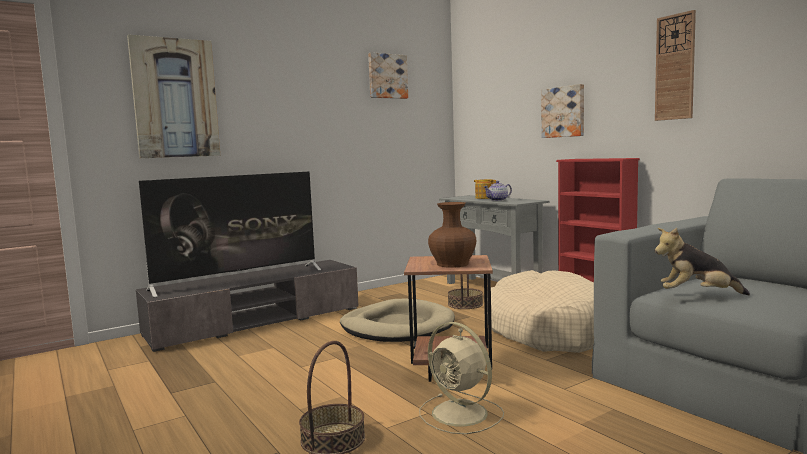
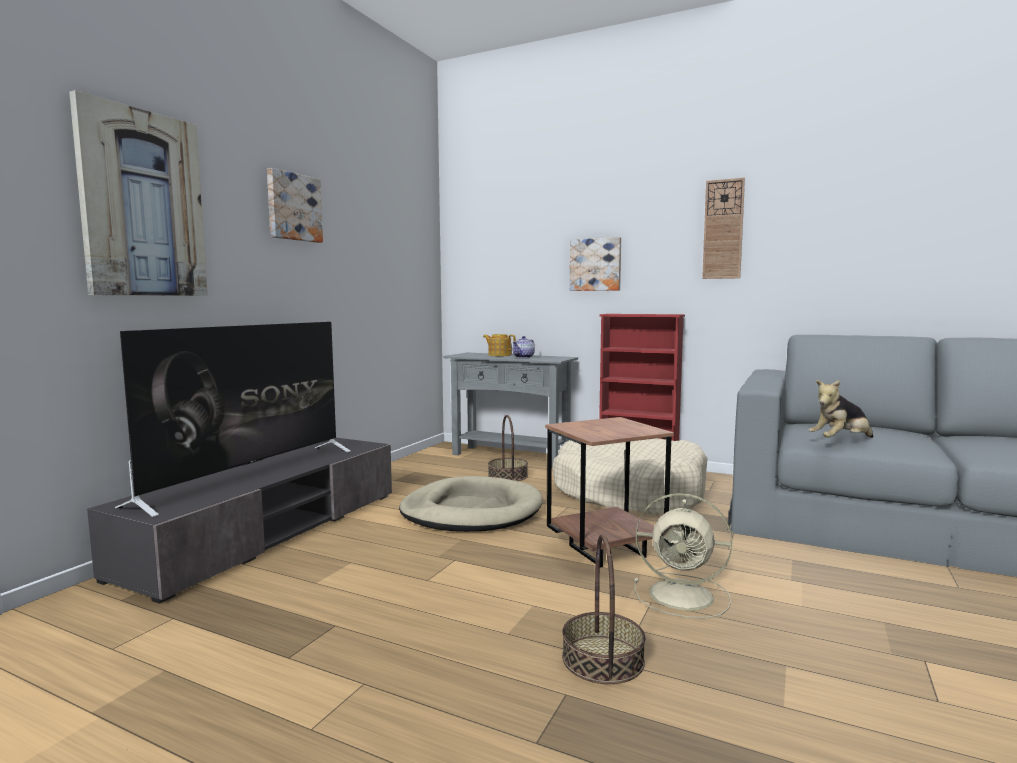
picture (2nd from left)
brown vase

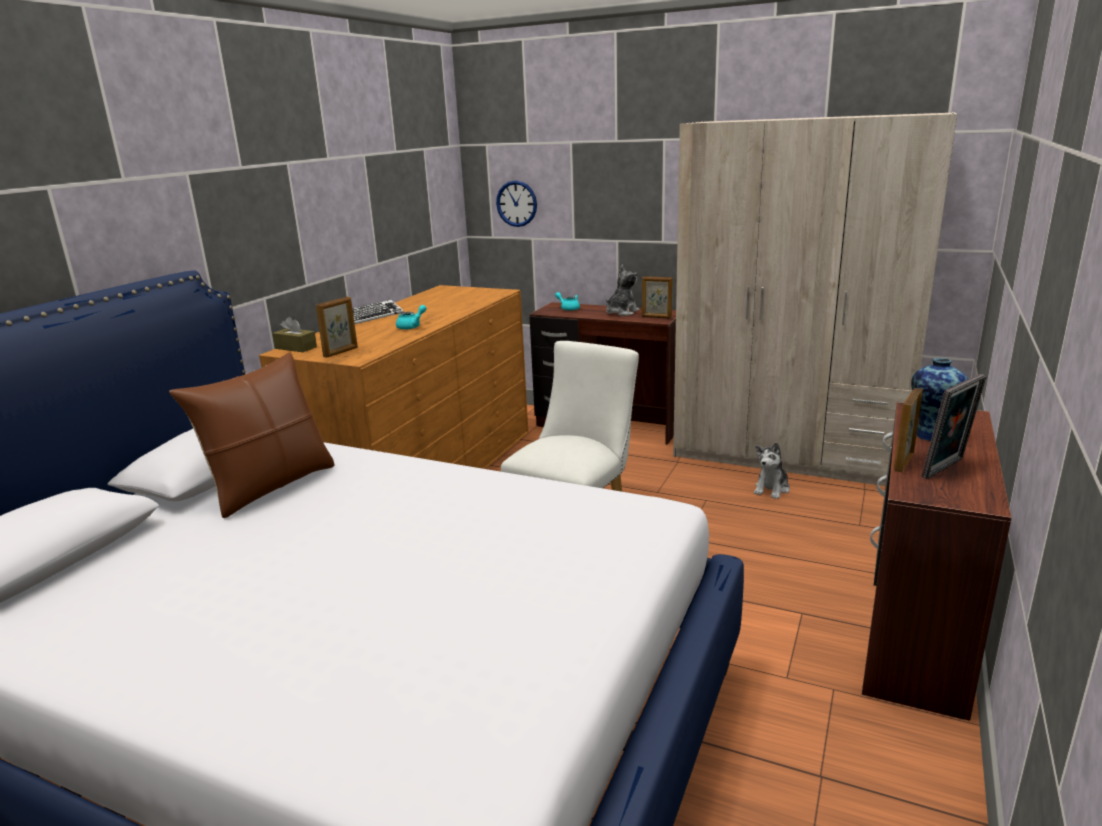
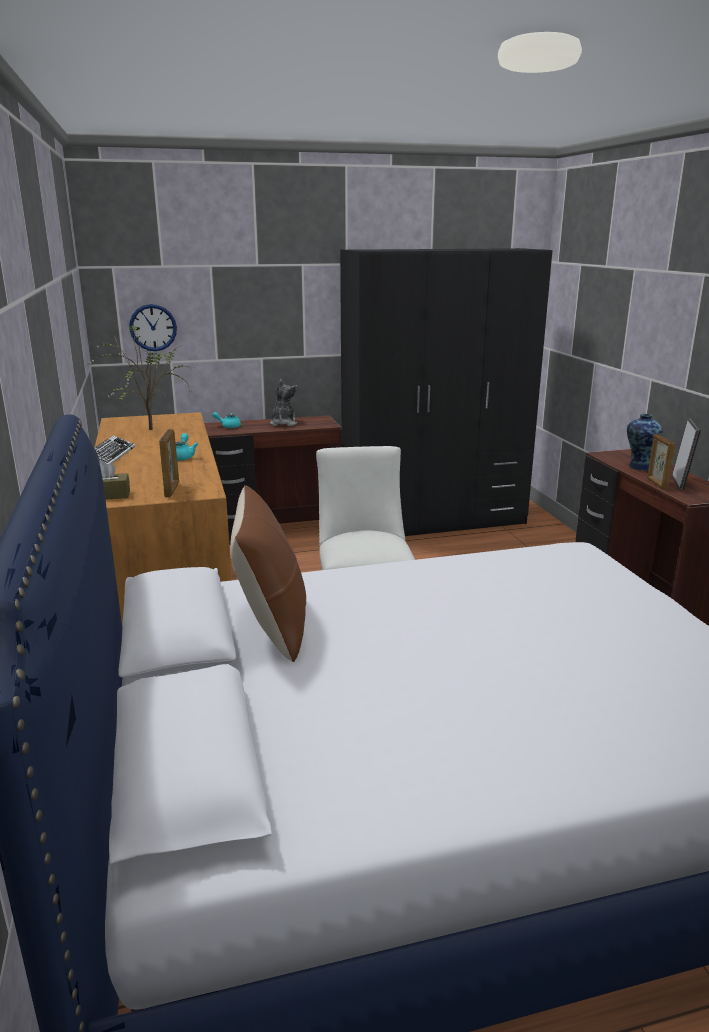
black wardrobe
picture frame (2nd from left in the first image)
plush toy (2nd from left in the first image)
potted plant

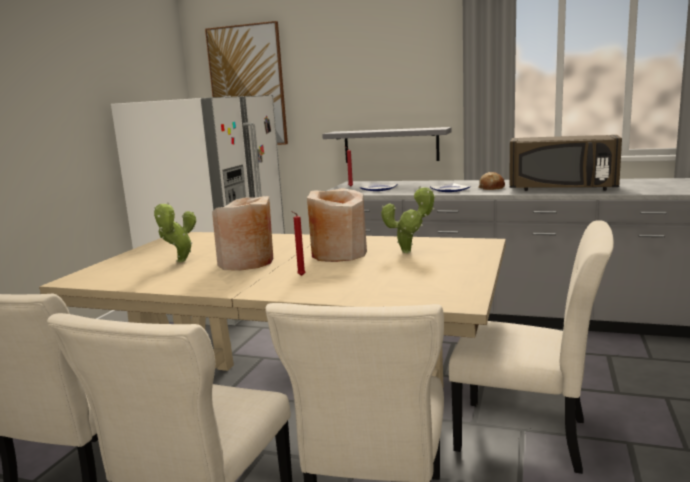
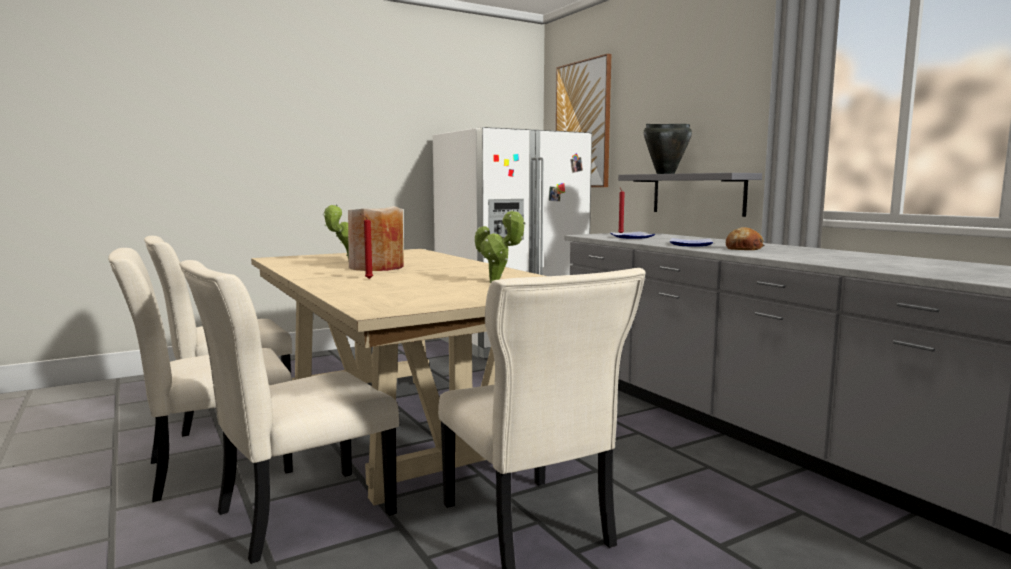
brown microwave
beige vase (2nd from left in the first image)
black cooking pot

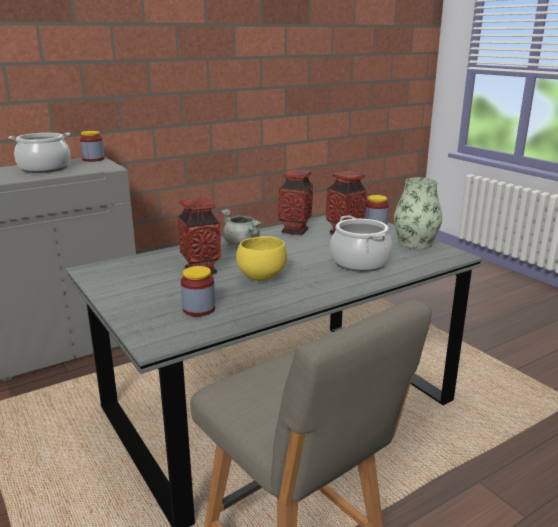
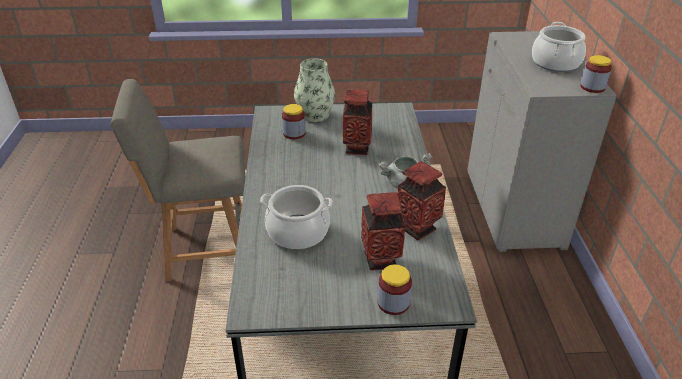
vase (1st from left)
yellow bowl

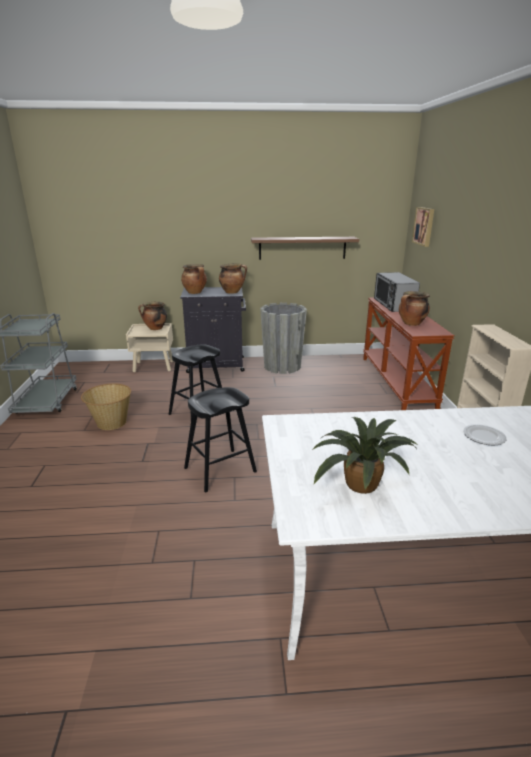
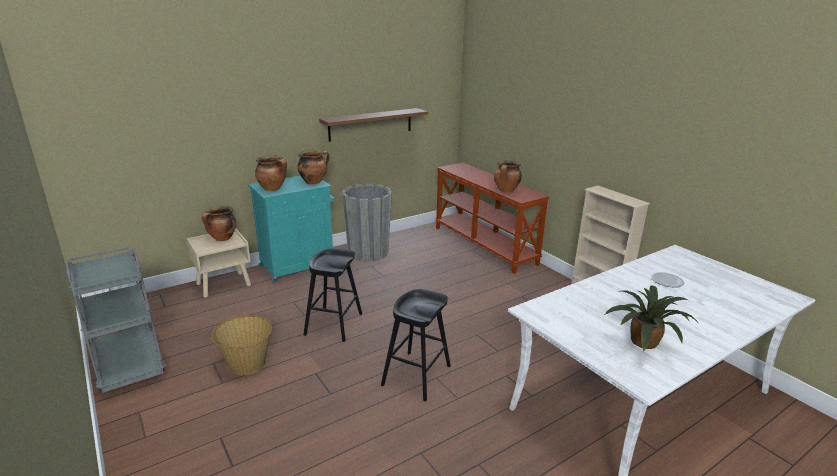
picture
microwave
turquoise cabinet

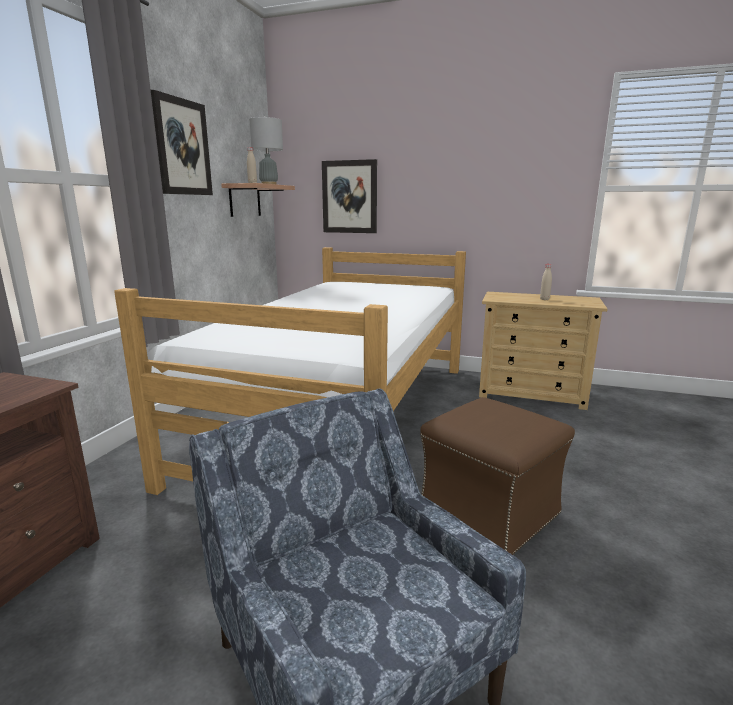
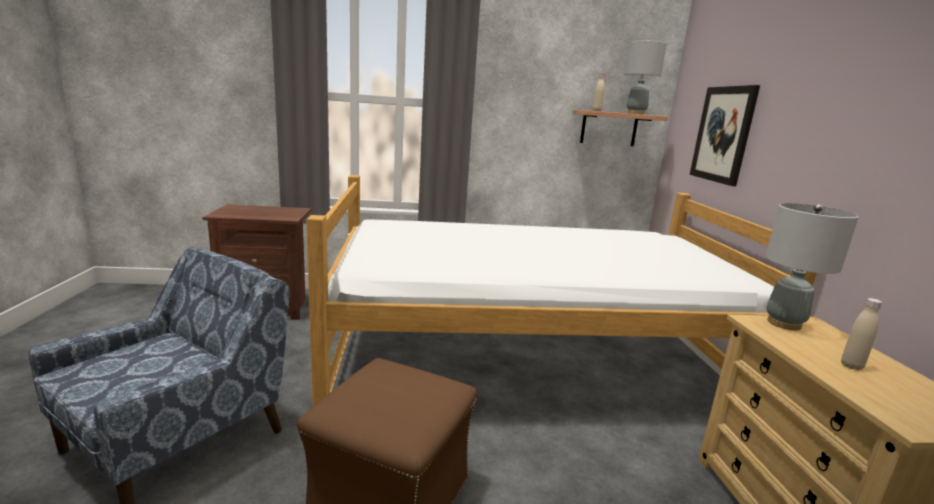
picture (1st from left in the first image)
grey table lamp (2nd from left)

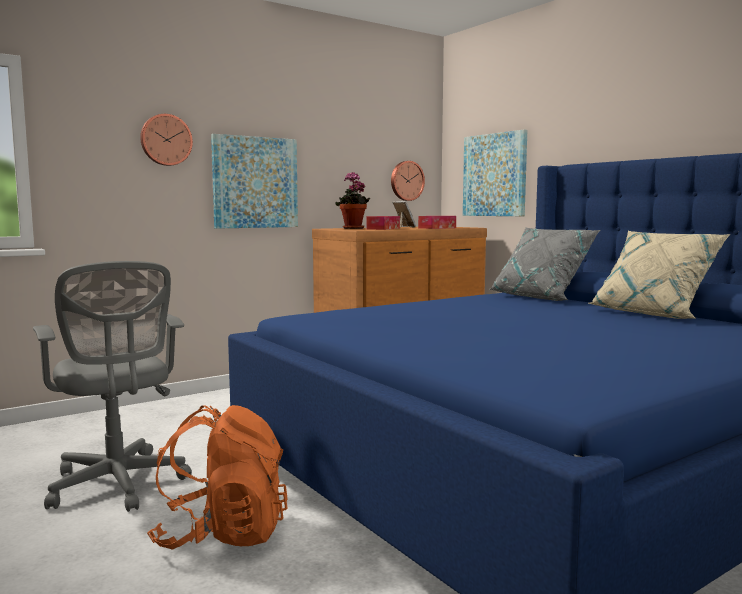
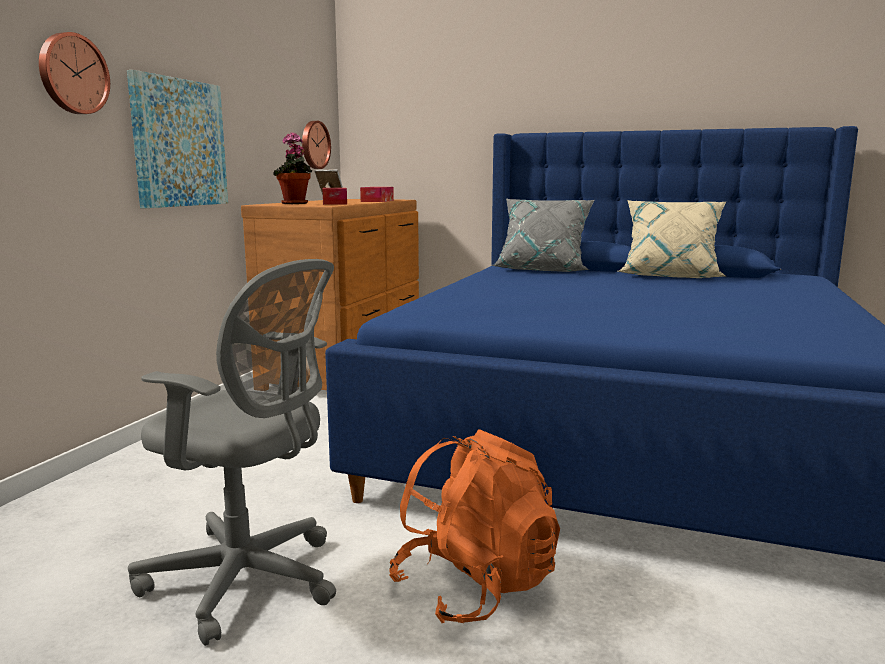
picture (2nd from left in the first image)

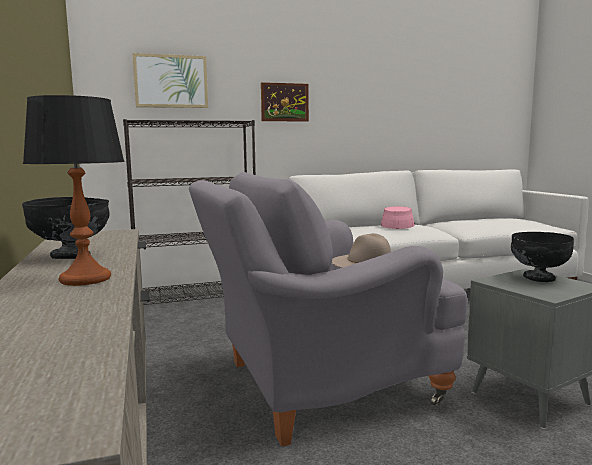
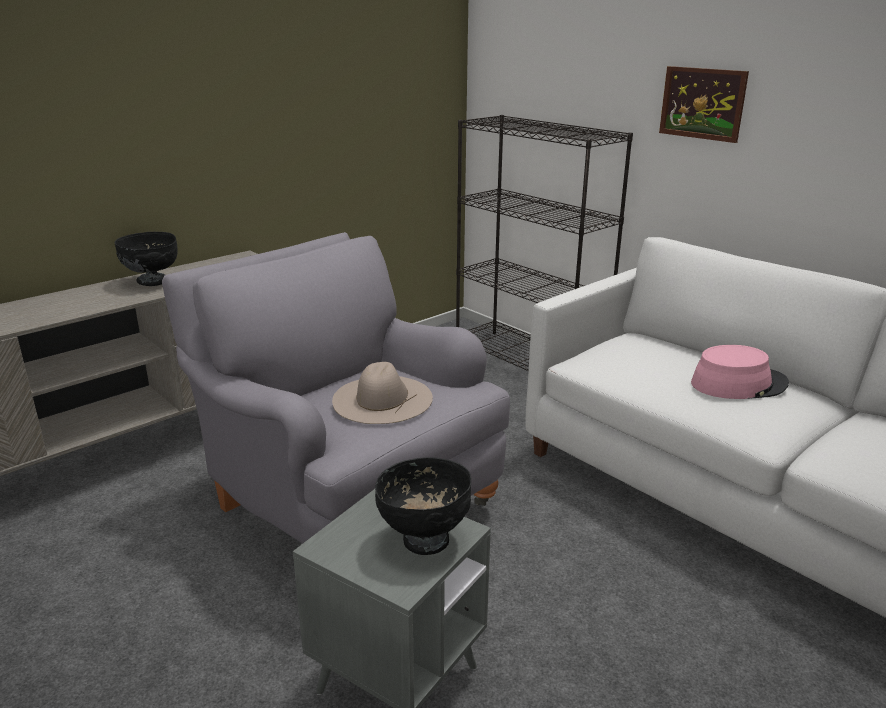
picture (1st from left in the first image)
table lamp

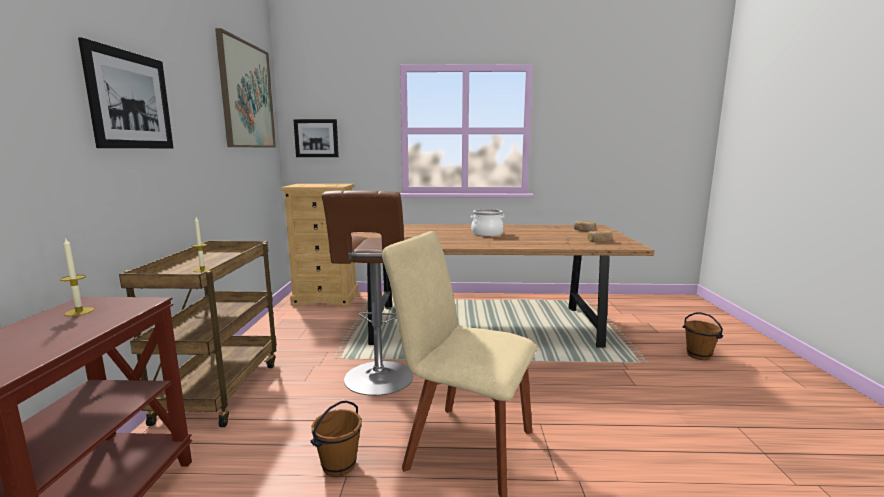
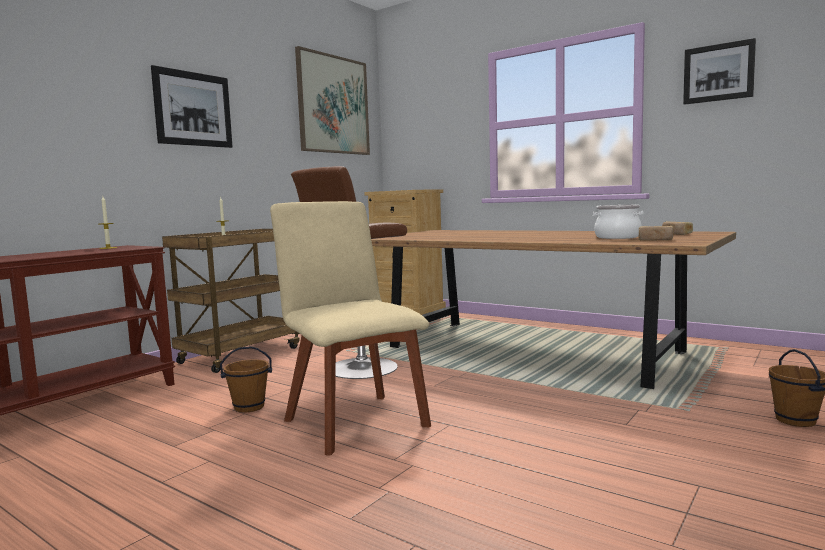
picture (3rd from left)
cooking pot

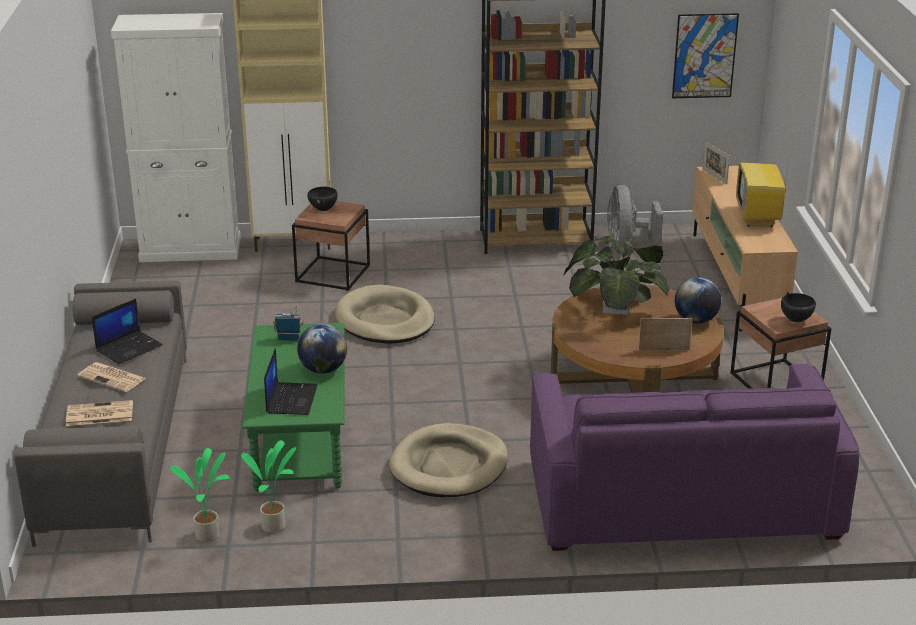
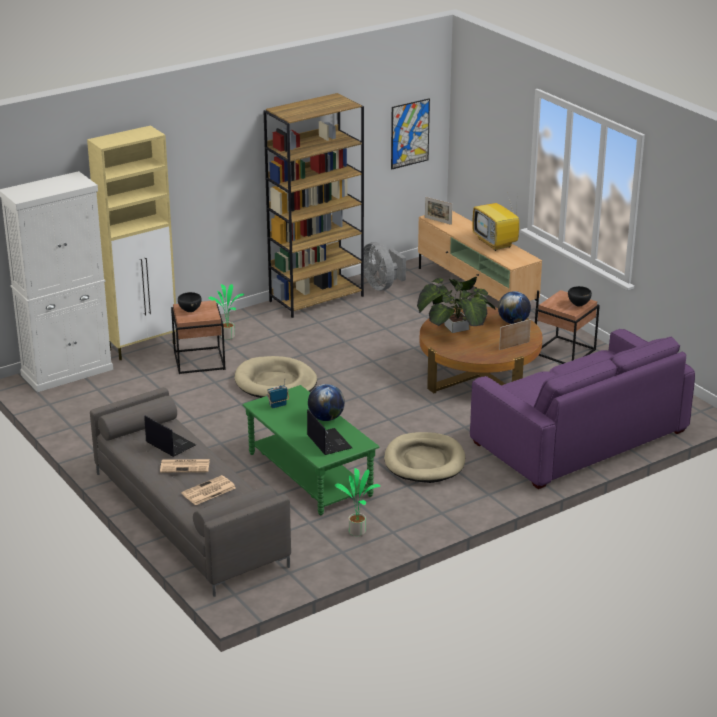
laptop (1st from left)
potted plant (1st from left)

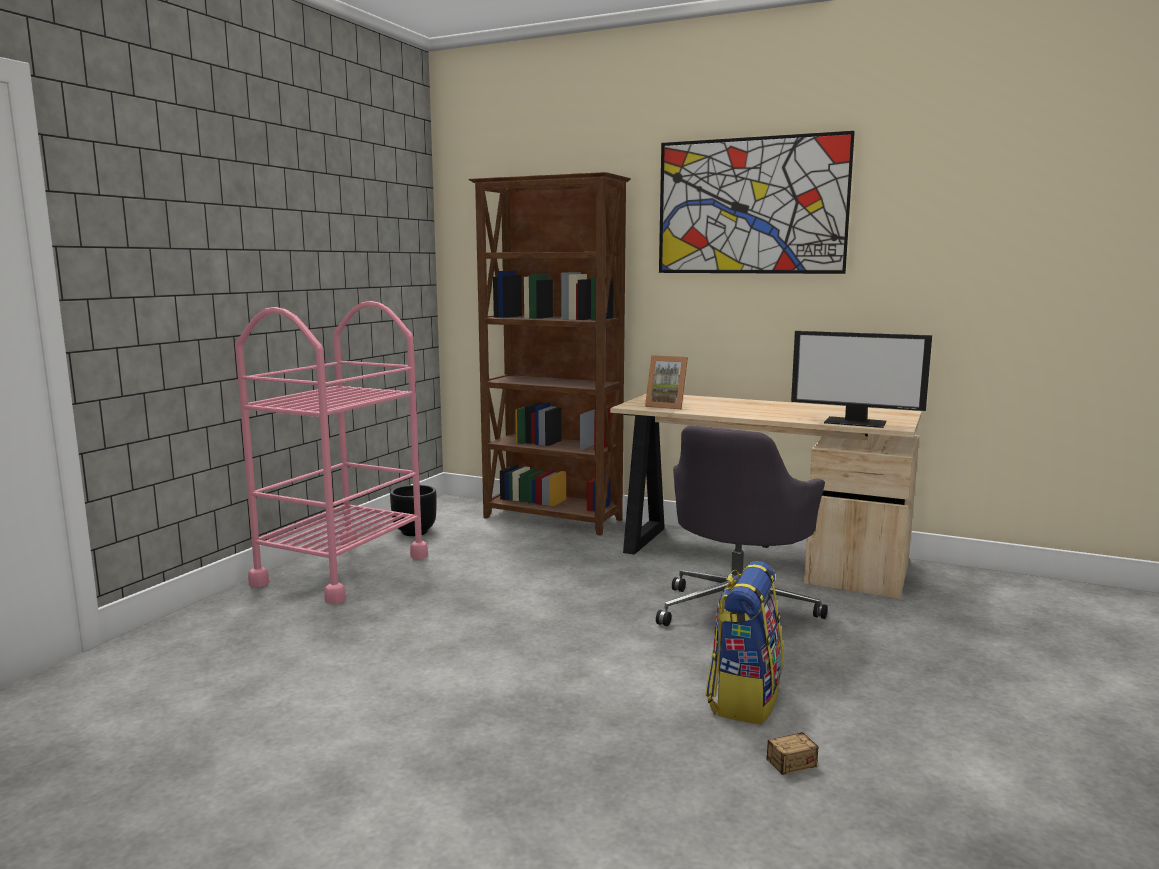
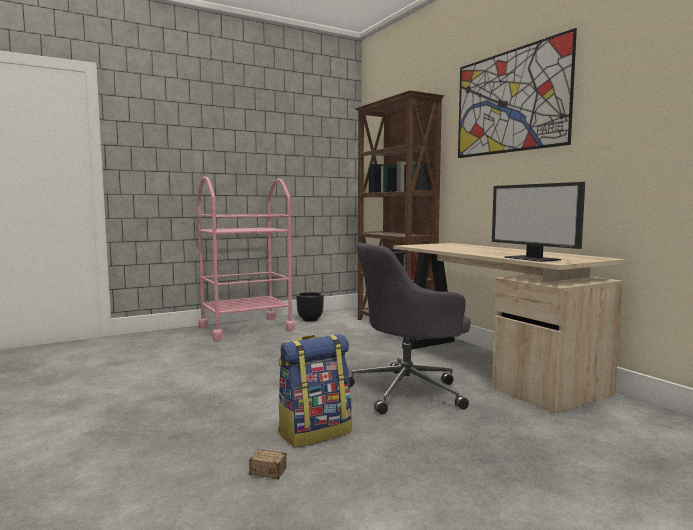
picture frame

